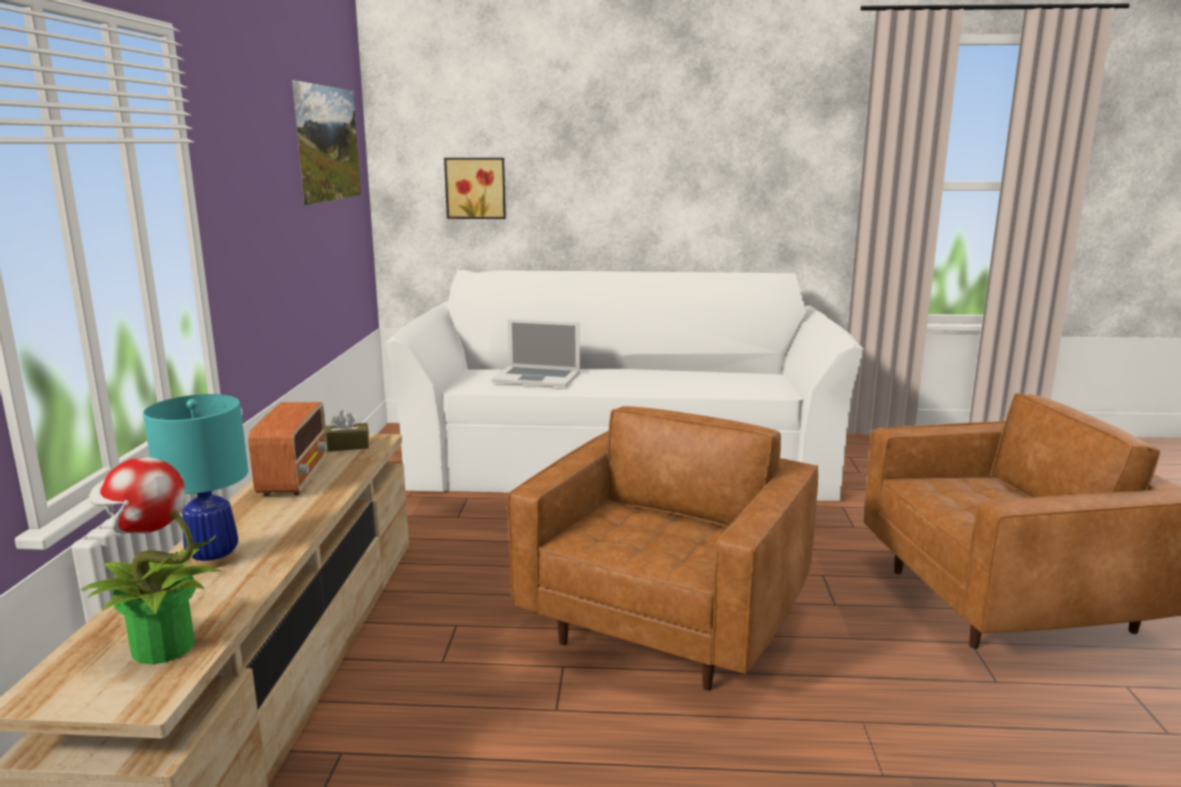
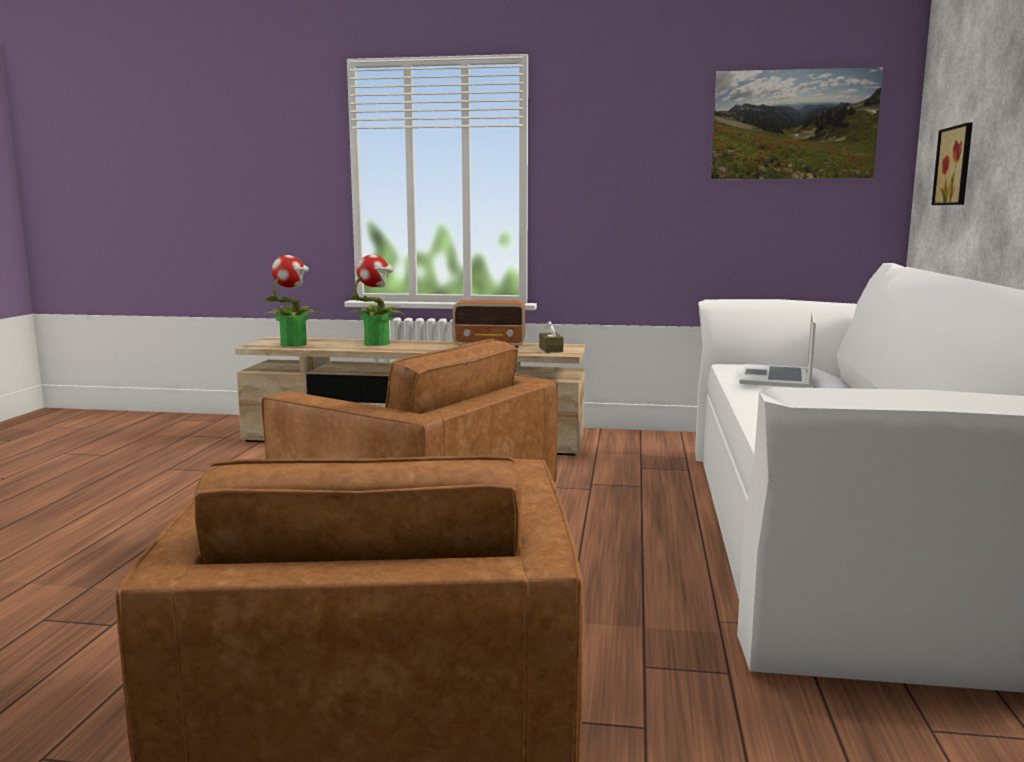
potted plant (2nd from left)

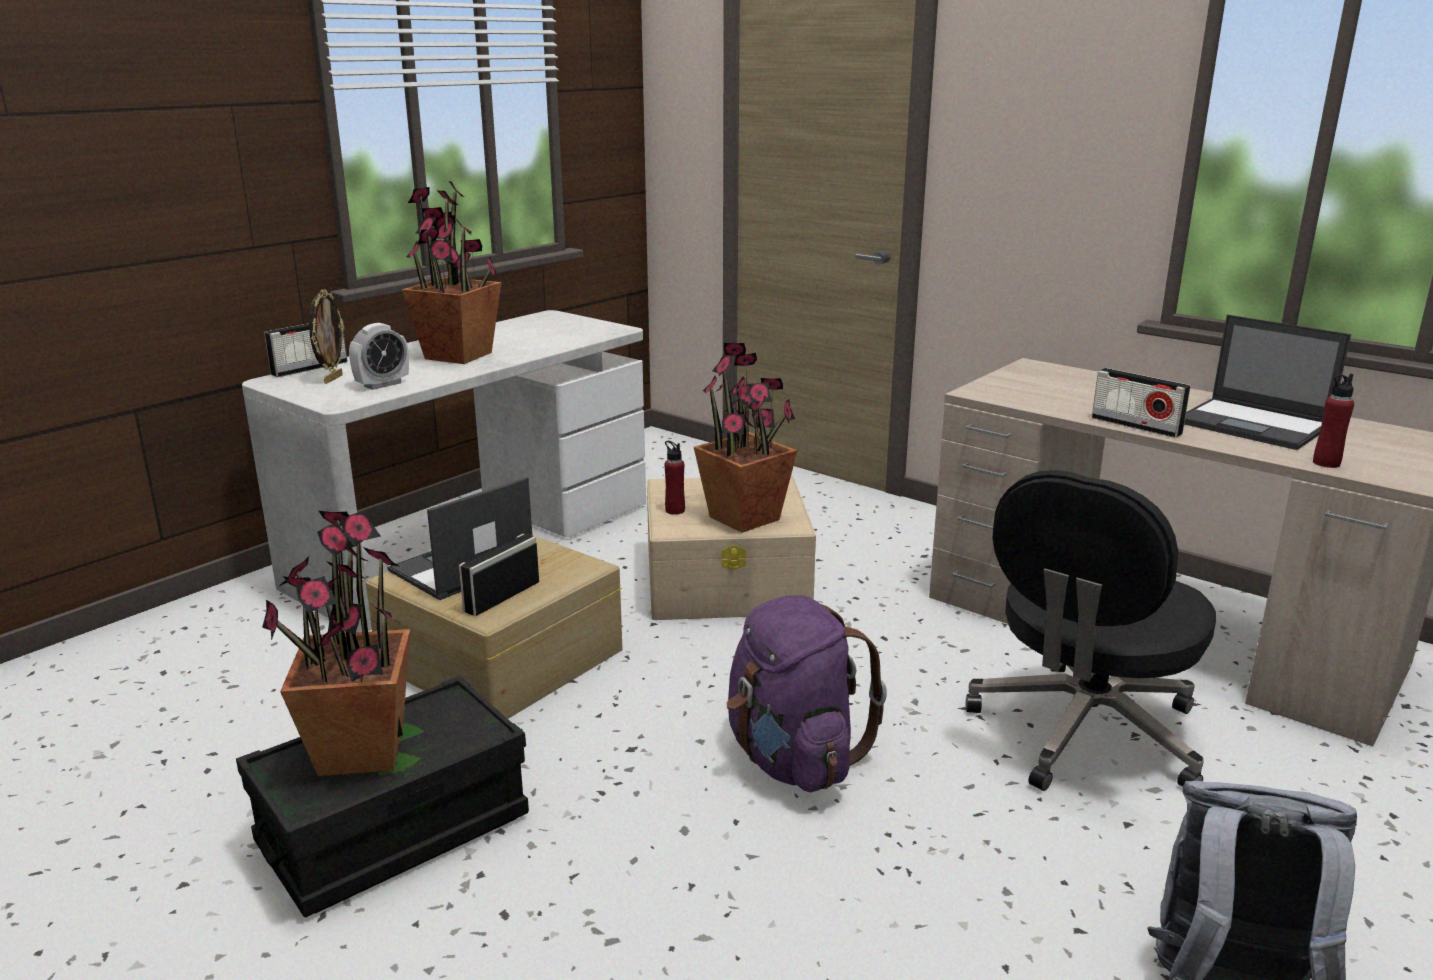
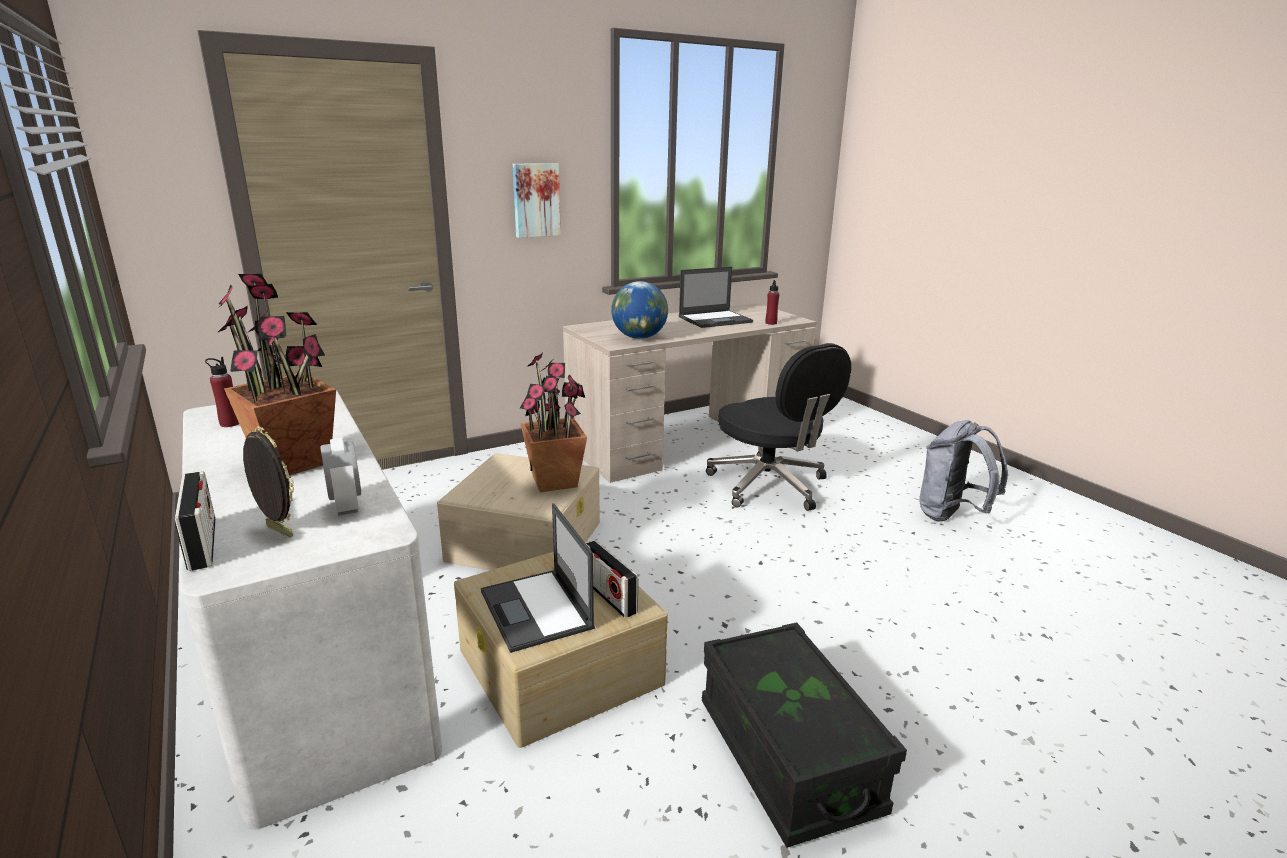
radio (3rd from left in the first image)
red bottle (1st from left)
potted plant (1st from left in the first image)
purple backpack
picture
globe

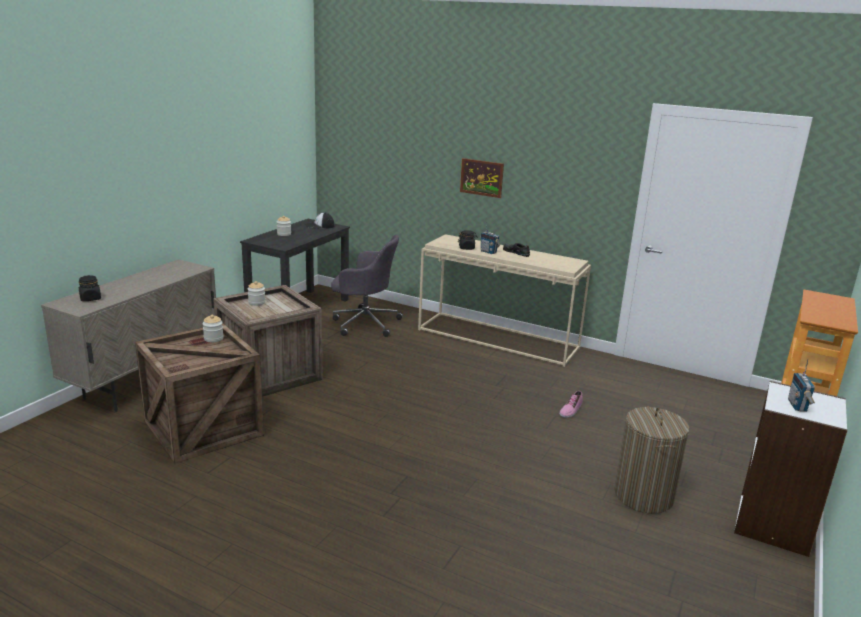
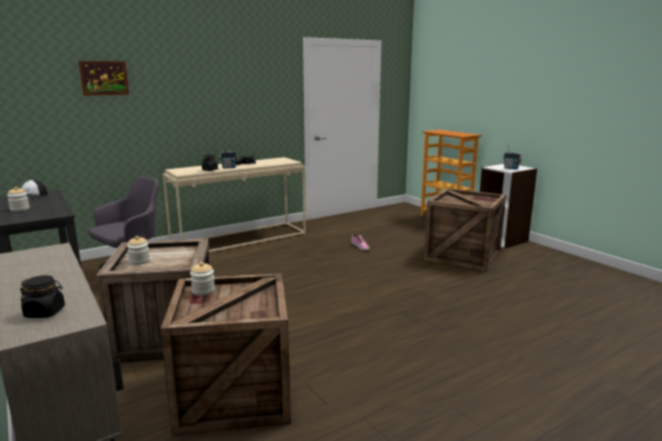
picture
crate (3rd from left)

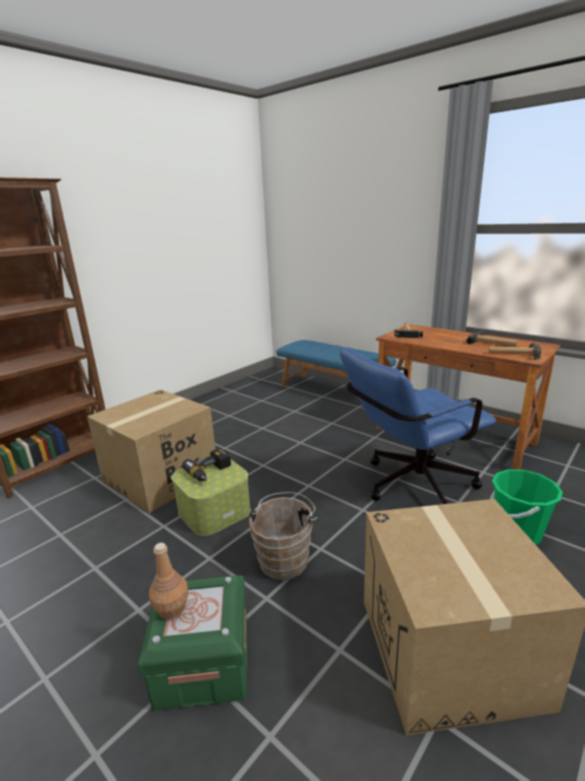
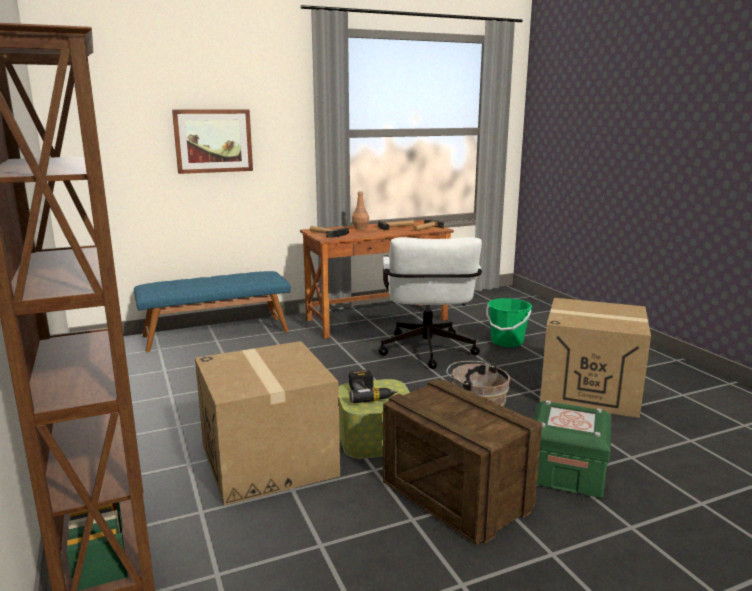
white office chair
brown bottle
picture
crate

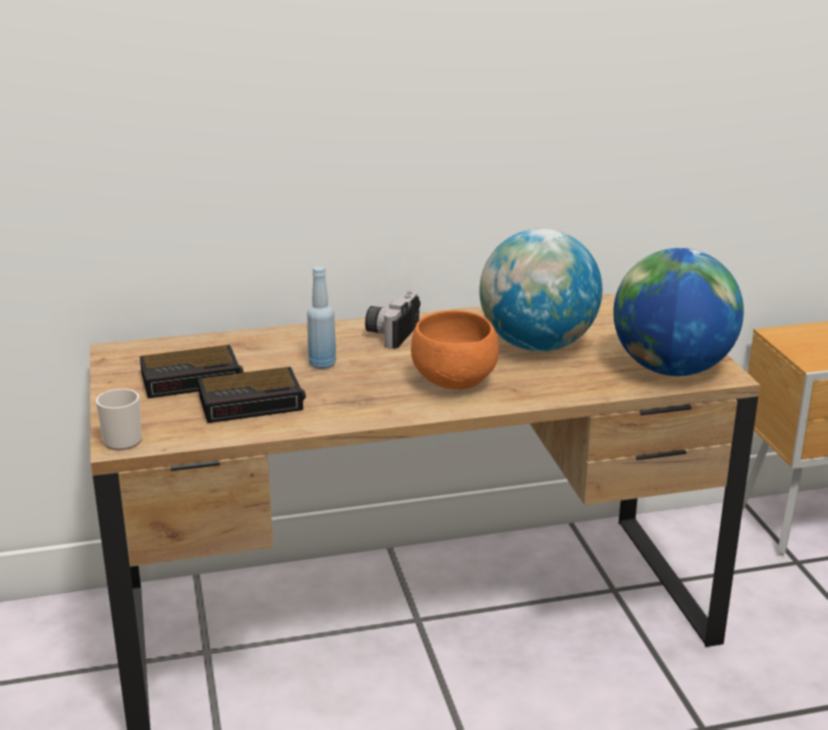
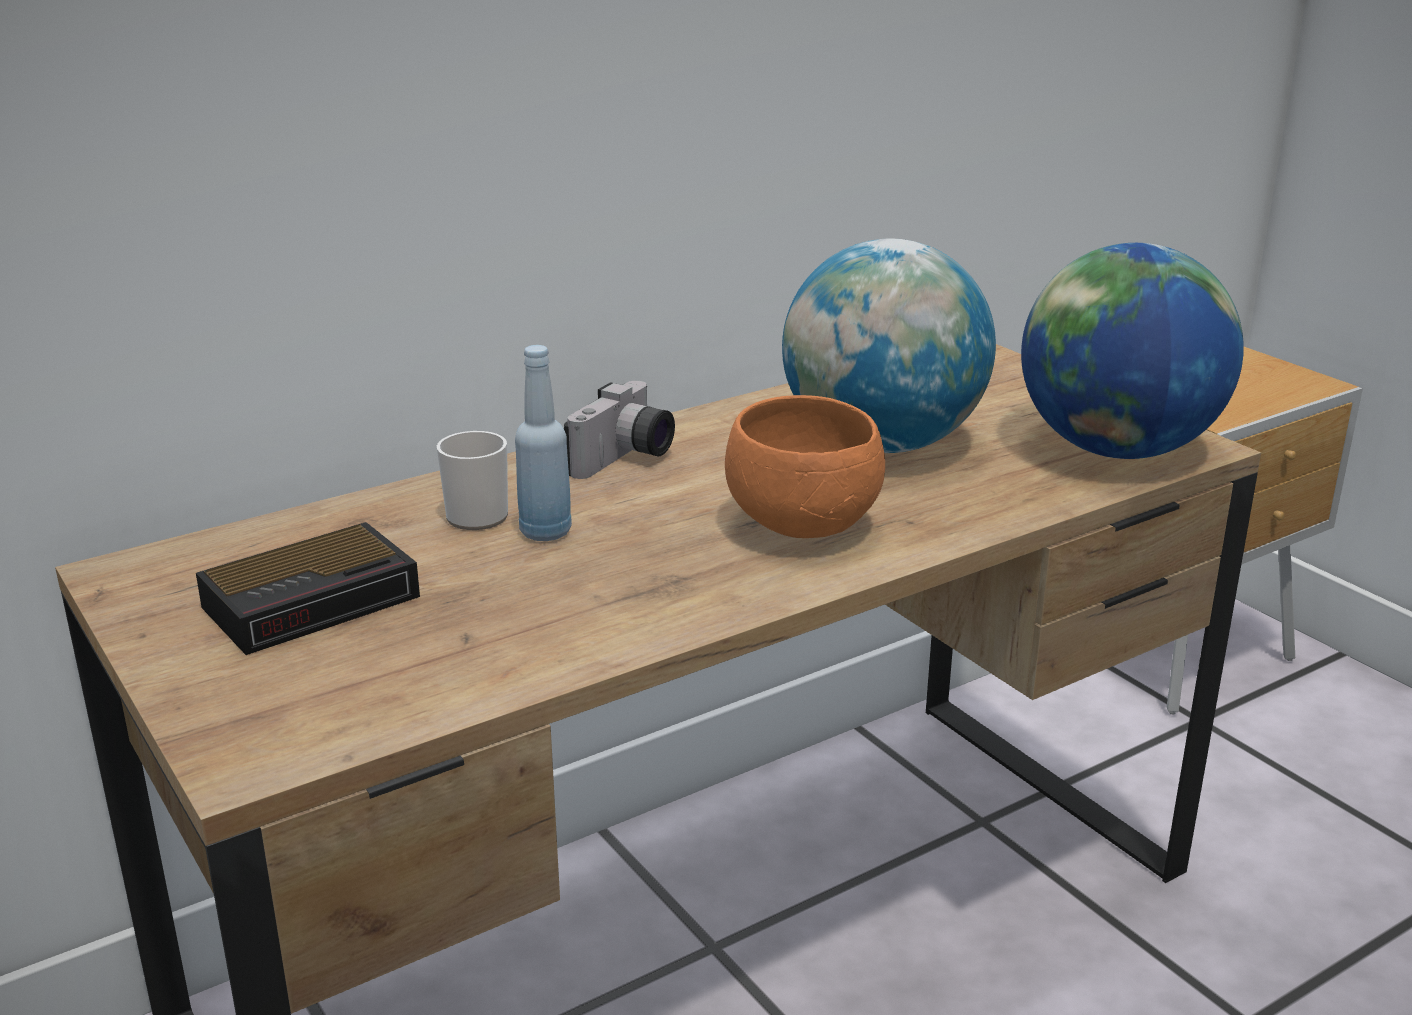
photo camera
alarm clock (2nd from left in the first image)
mug

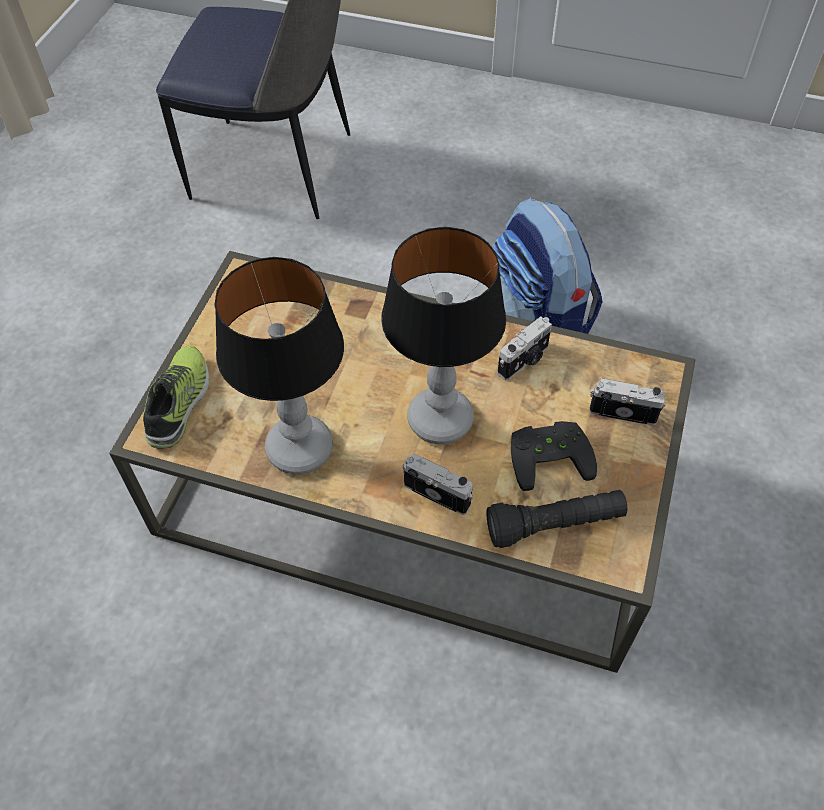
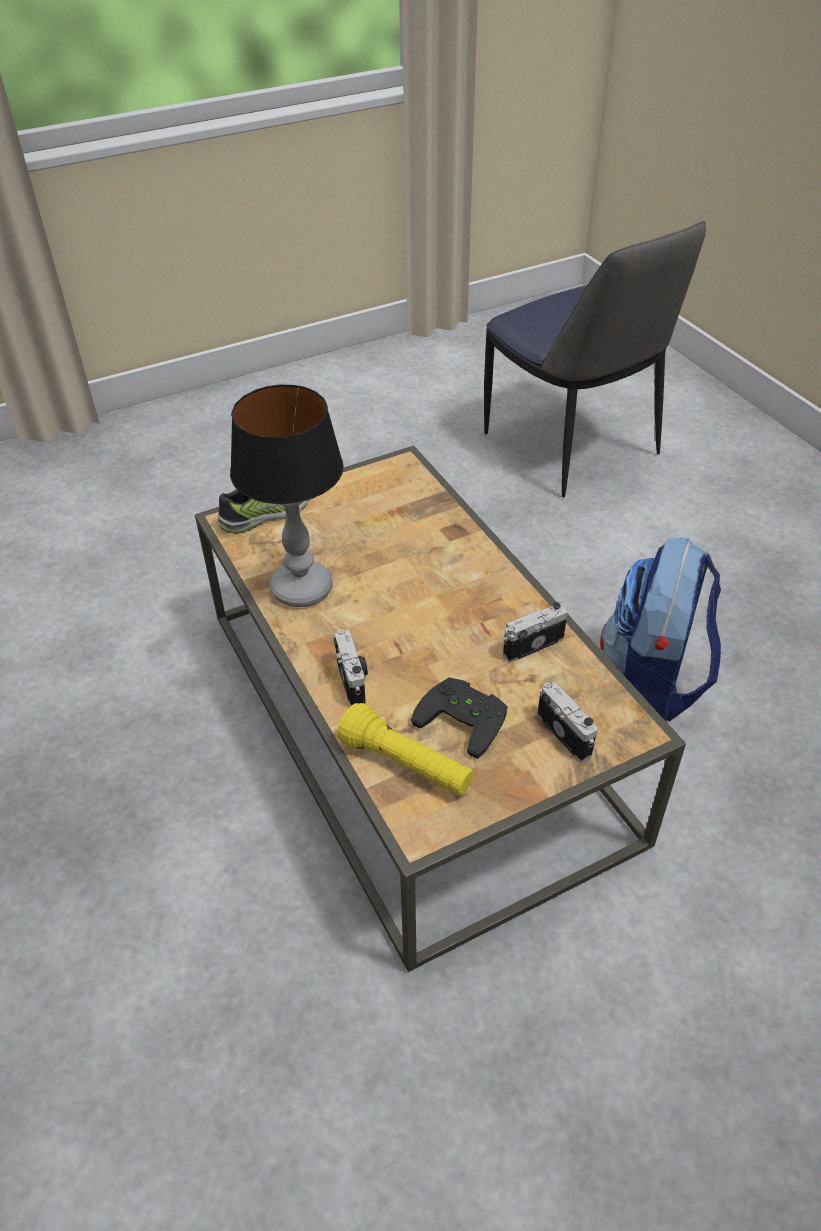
table lamp (2nd from left in the first image)
photo camera (2nd from left)
yellow flashlight

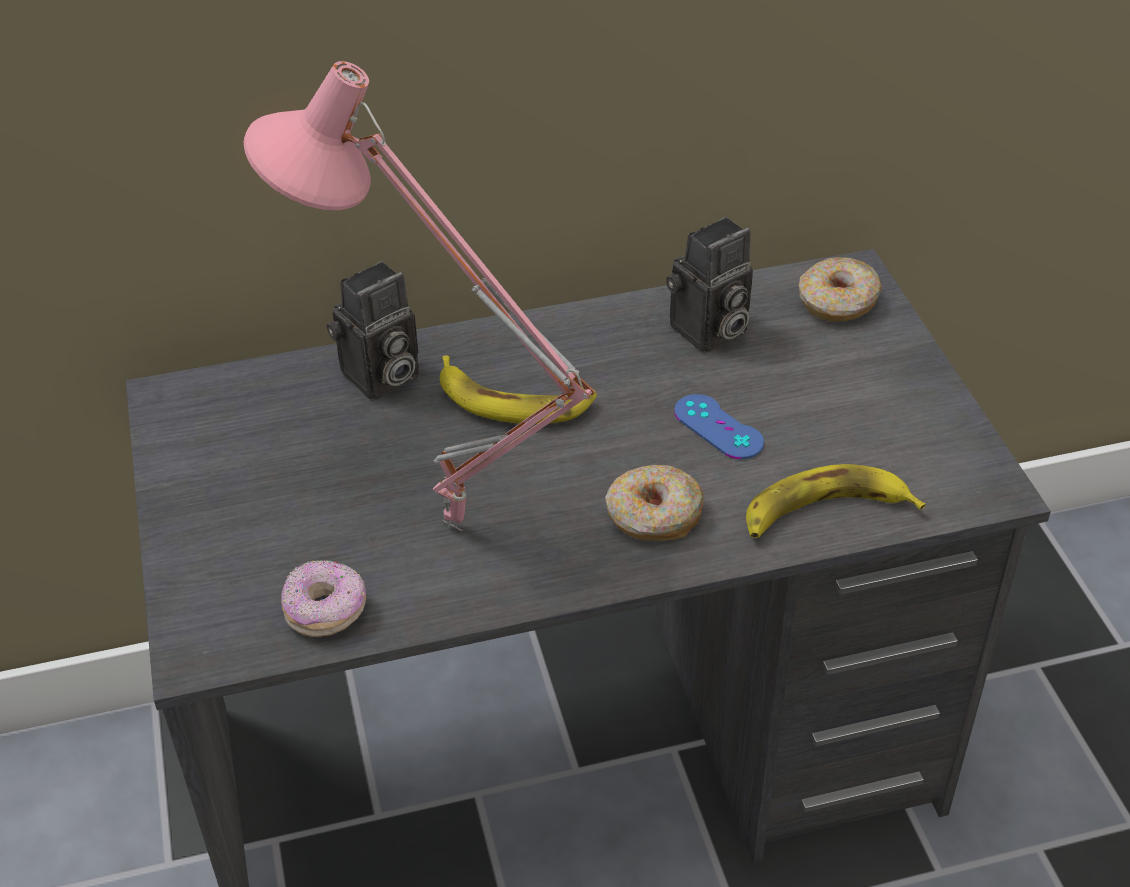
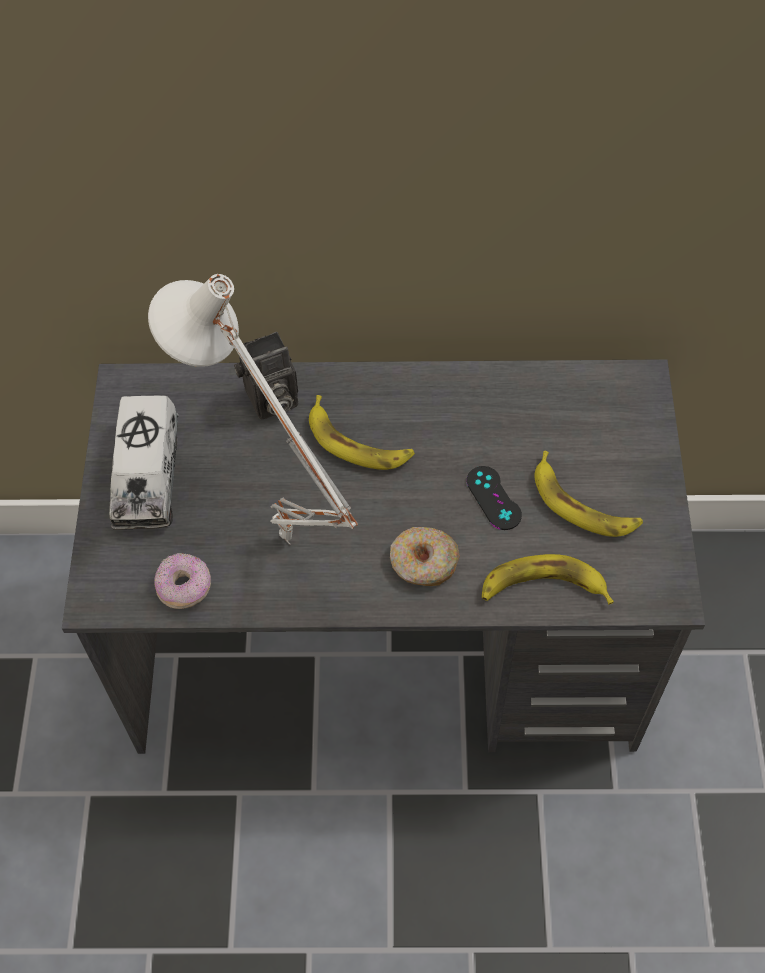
white table lamp
photo camera (2nd from left in the first image)
donut (3rd from left in the first image)
black game controller
toy truck
banana (3rd from left)

